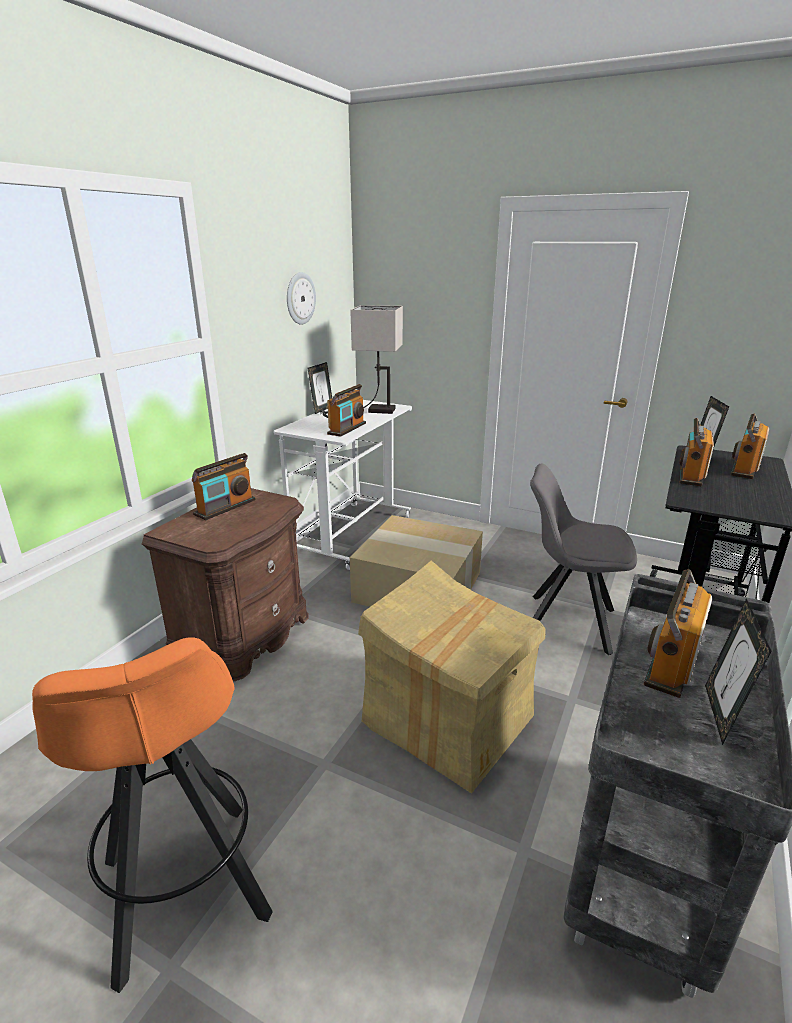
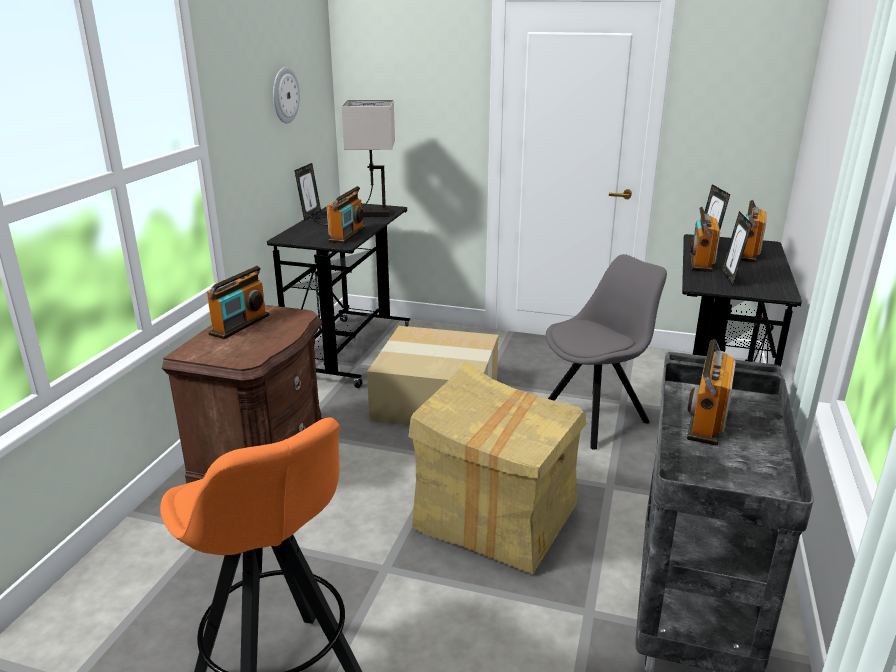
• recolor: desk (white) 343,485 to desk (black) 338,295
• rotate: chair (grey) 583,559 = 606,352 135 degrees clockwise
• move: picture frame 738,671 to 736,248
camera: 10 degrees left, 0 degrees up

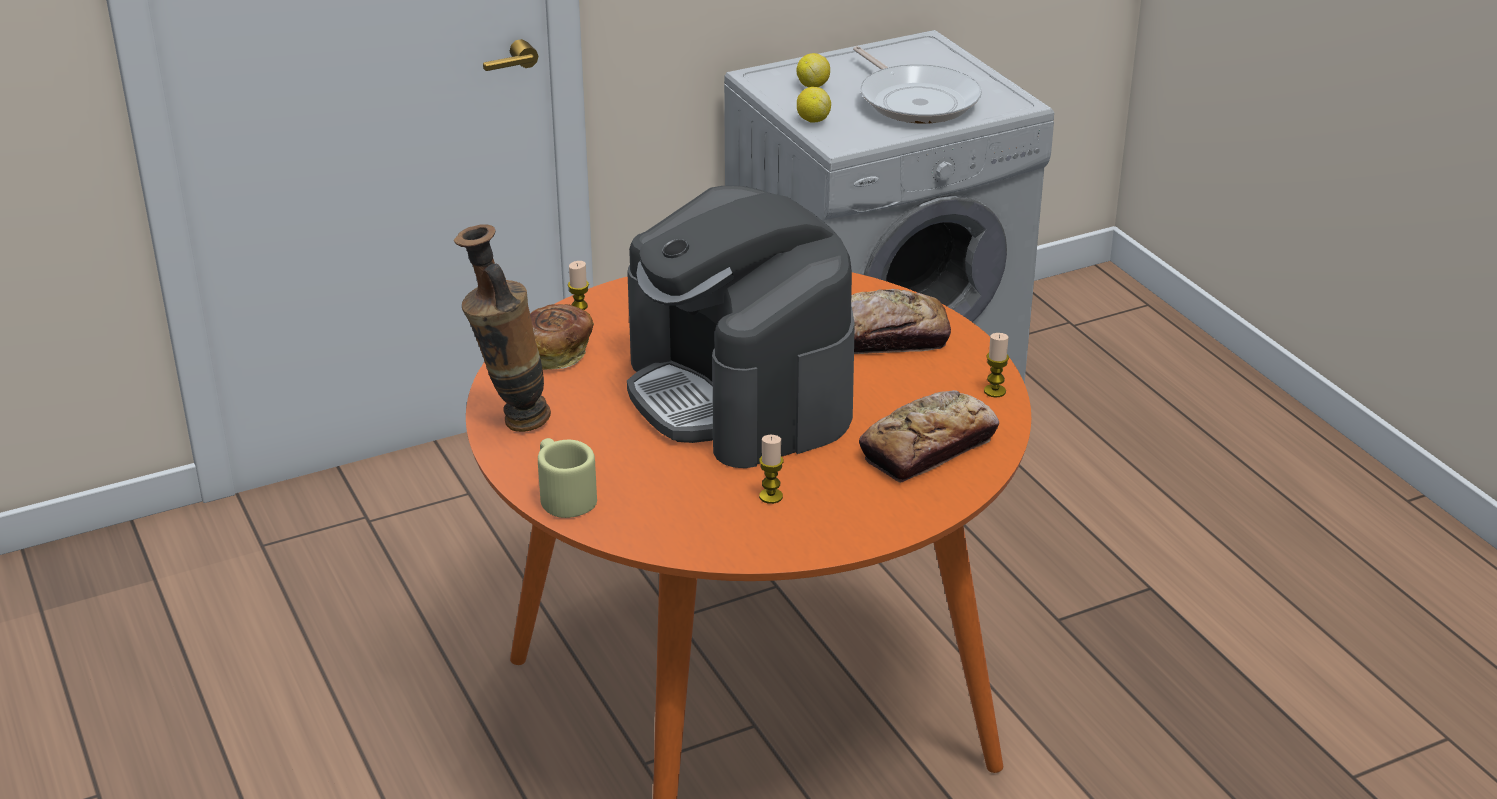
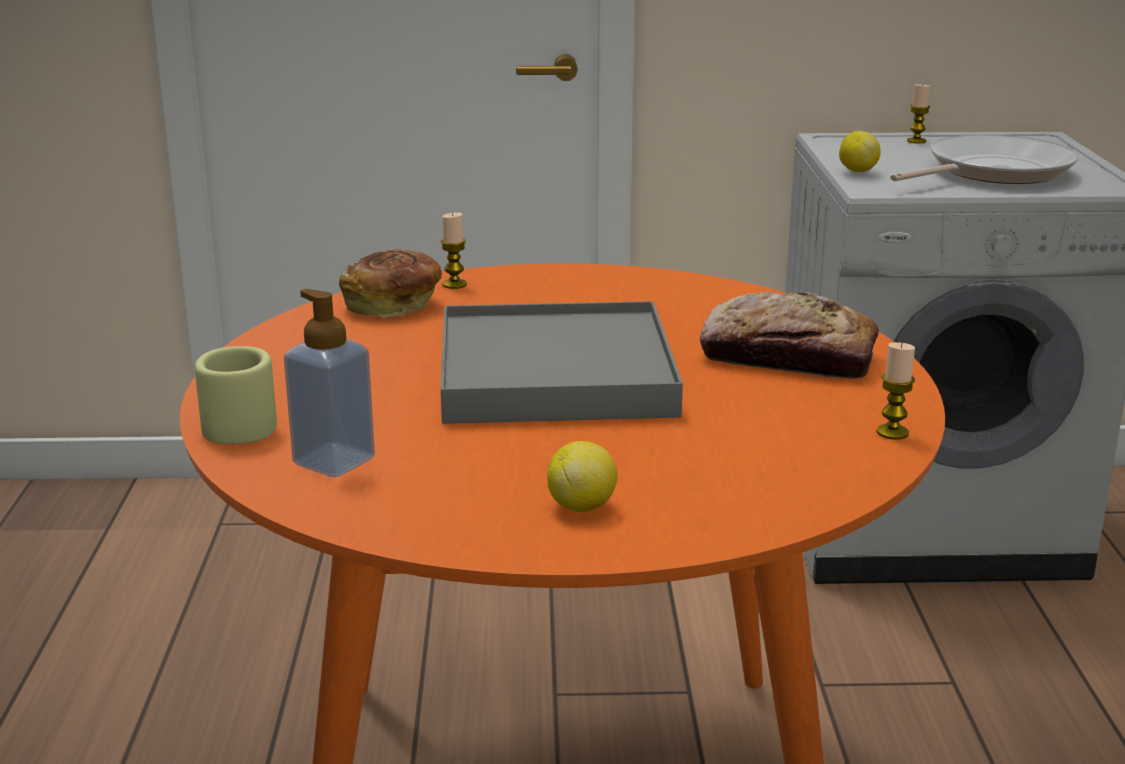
• rotate: frying pan 917,85 = 984,159 120 degrees counterclockwise
• move: lemon 813,70 to 582,476
• replace: coffee machine 741,326 to tray (grey) 562,362
• delete: vase 502,328
• delete: bread 929,436
• move: candle 771,469 to 918,113
• insert: soap dispenser 329,383
camera: 25 degrees right, 10 degrees down

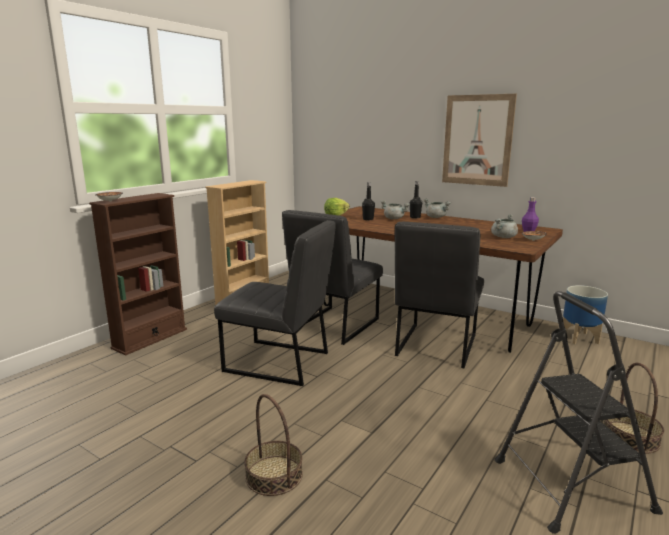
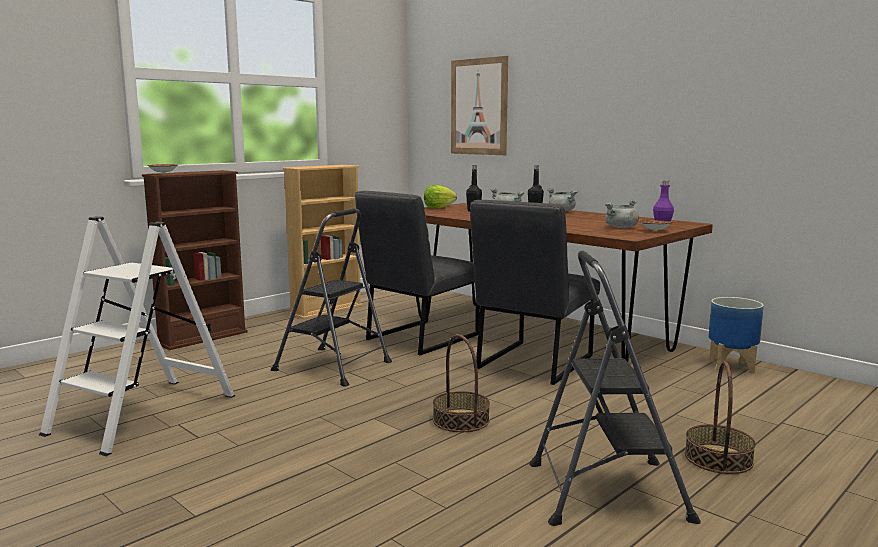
• move: picture 479,140 to 479,105
• replace: chair (grey) 275,303 to step ladder (black) 331,297
• move: basket 273,445 to 461,383
• insert: step ladder (white) 137,336
camera: 10 degrees right, 5 degrees down

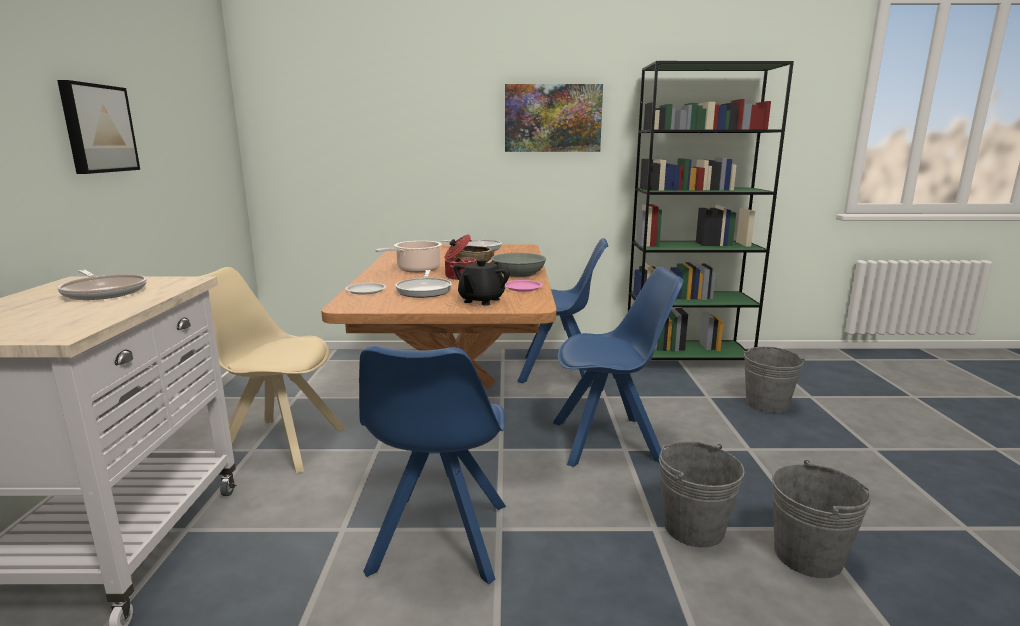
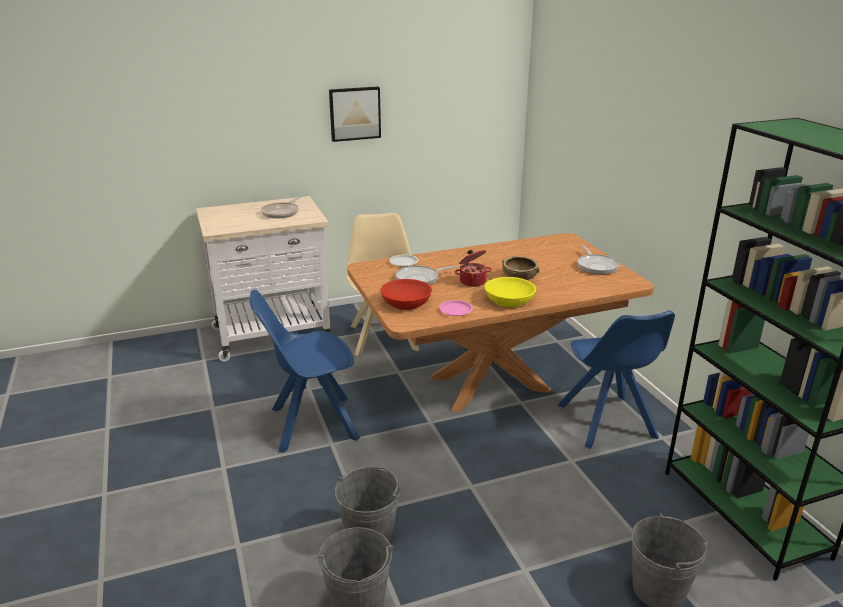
• delete: picture 554,118
• delete: cooking pot 408,257
• recolor: bowl (grey) 519,265 to bowl (yellow) 510,292
• replace: teapot (black) 482,282 to bowl (red) 406,294
• delete: chair (blue) 618,367
camera: 70 degrees right, 10 degrees up

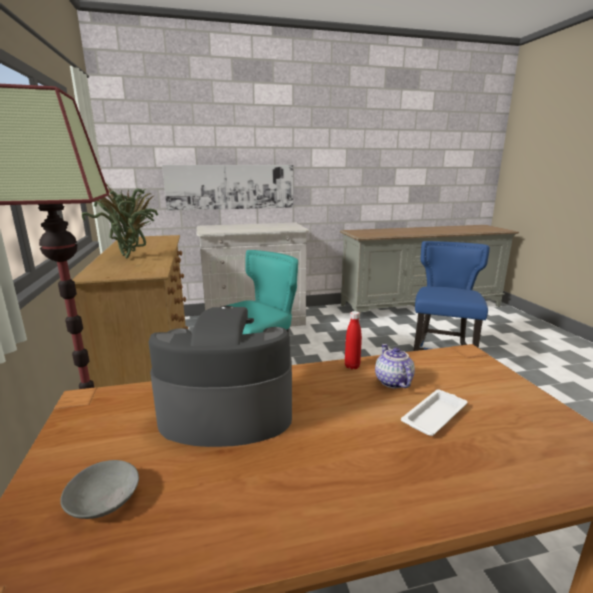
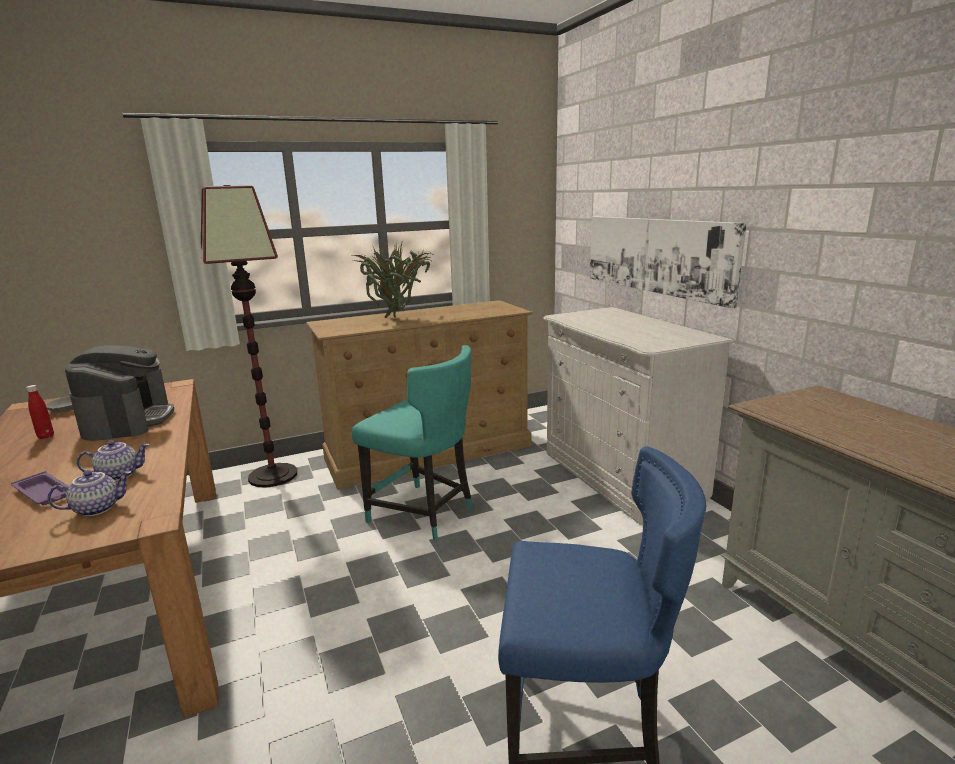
• move: bottle (red) 353,340 to 40,412
• recolor: tray (white) 434,412 to tray (purple) 40,488
• insert: teapot 89,493
camera: 80 degrees right, 0 degrees up

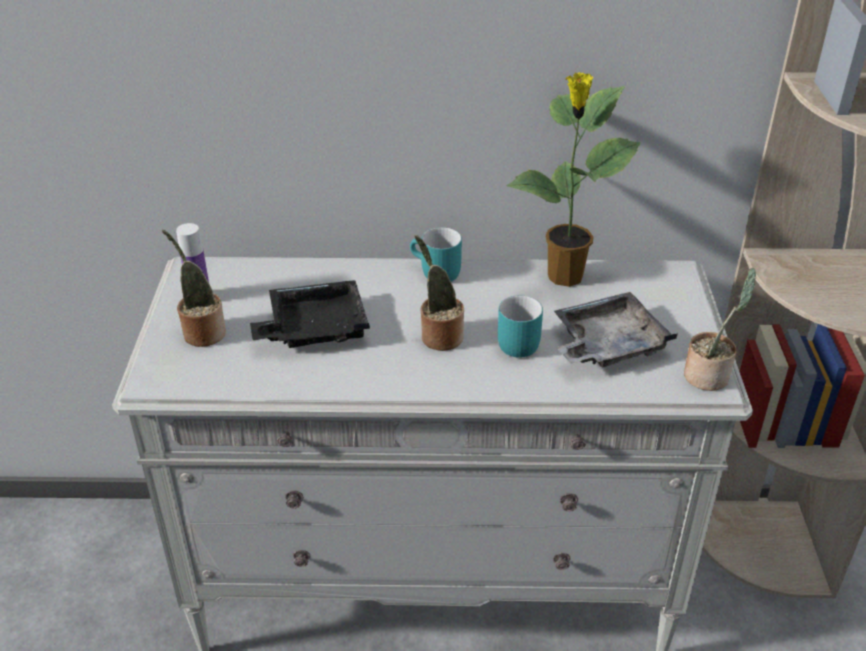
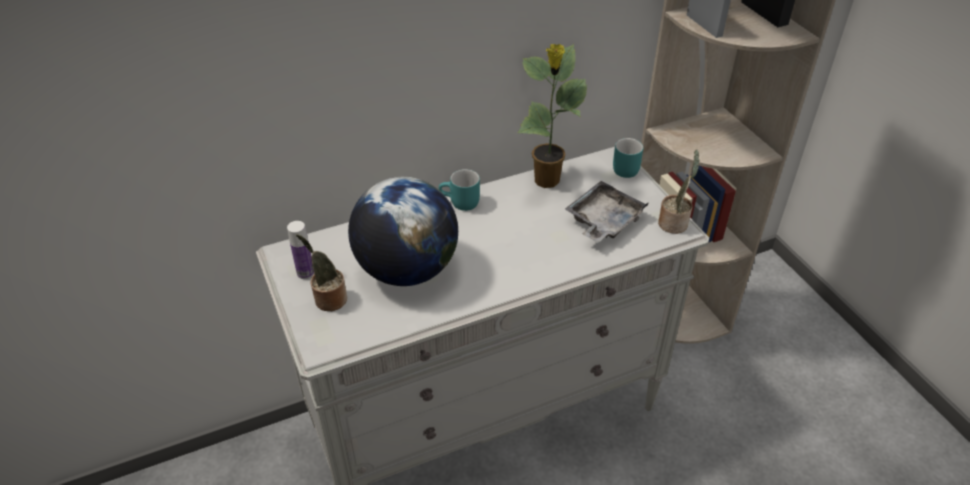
• delete: potted plant 439,293
• replace: tray (black) 310,314 to globe 403,231
• move: mug (turquoise) 520,326 to 628,158
camera: 25 degrees left, 5 degrees up

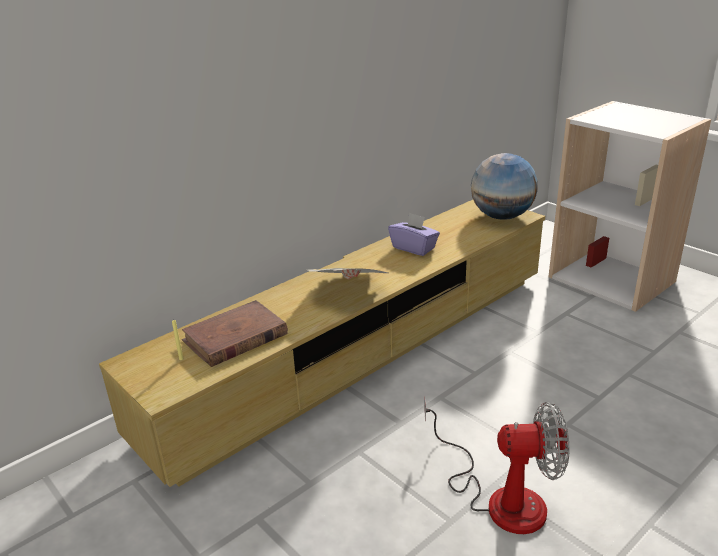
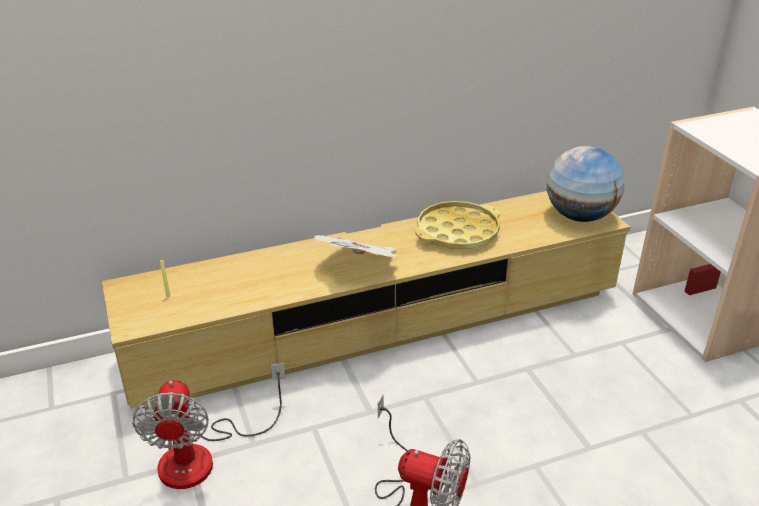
• replace: tissue box (purple) 414,234 to tray (yellow) 457,225
• delete: book (brown) 235,333
• insert: fan 209,426
camera: 20 degrees right, 5 degrees up

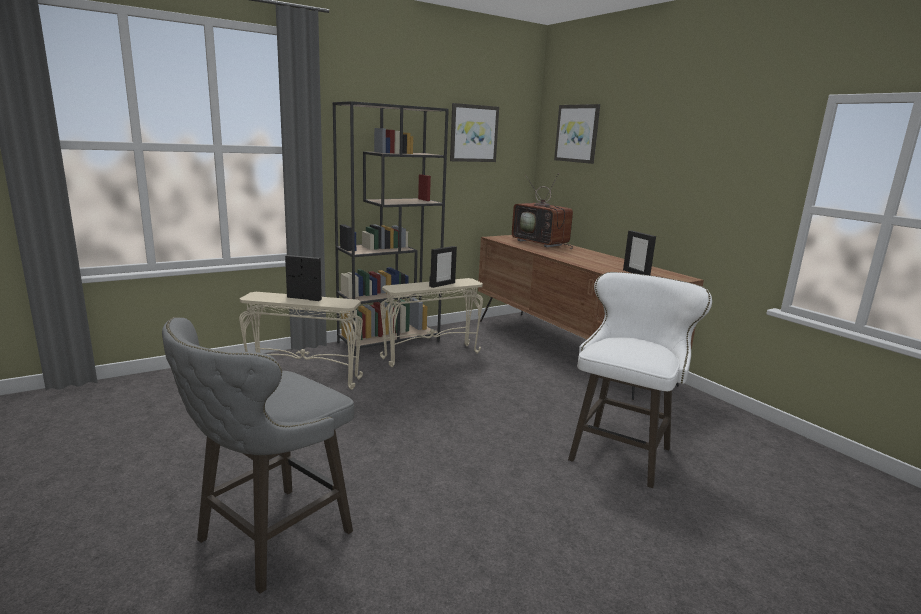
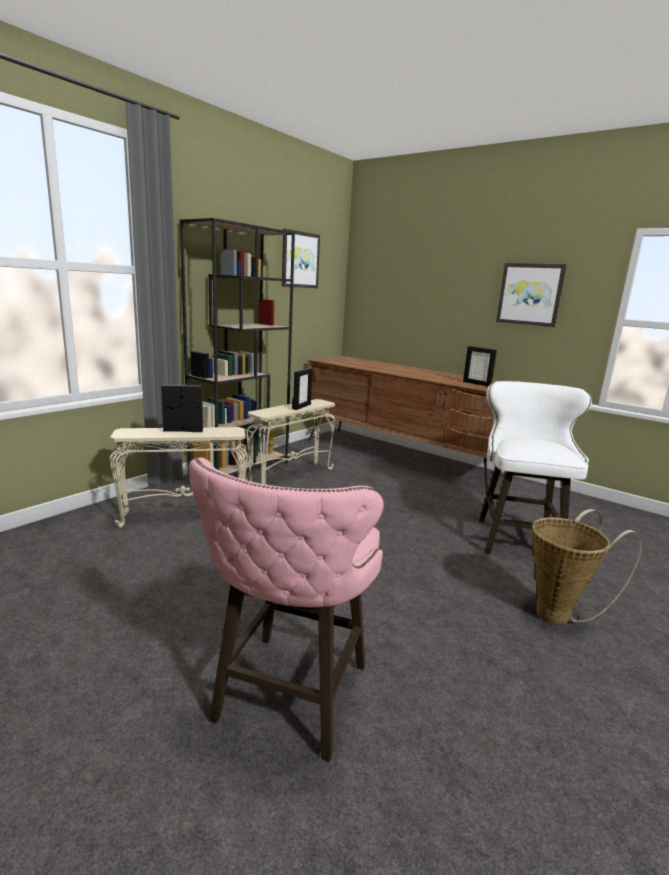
• move: picture 577,134 to 531,295
• delete: television 542,211
• recolor: stool (grey) 258,455 to stool (pink) 286,609
• insert: basket 587,567
camera: 20 degrees left, 0 degrees up

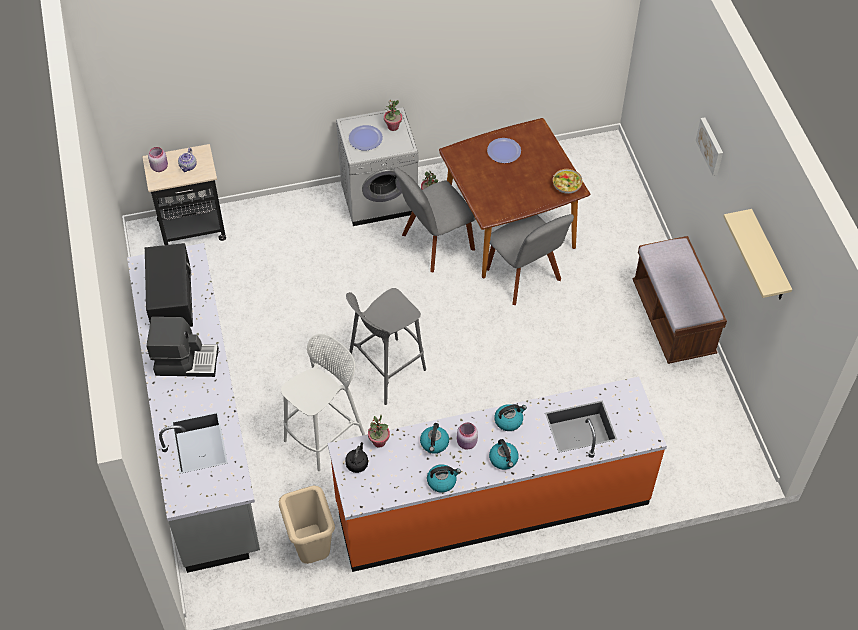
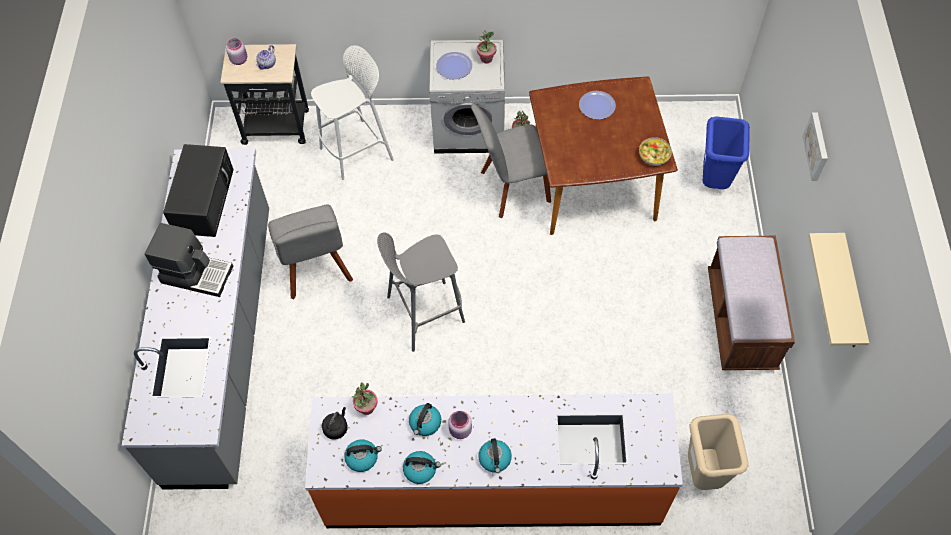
• move: chair (grey) 530,259 to 310,252
• move: stool (white) 323,402 to 352,112
• move: kettle 510,417 to 363,455
• move: trash can (beige) 307,525 to 718,452
• insert: trash can (blue) 726,153
camera: 15 degrees right, 5 degrees up

